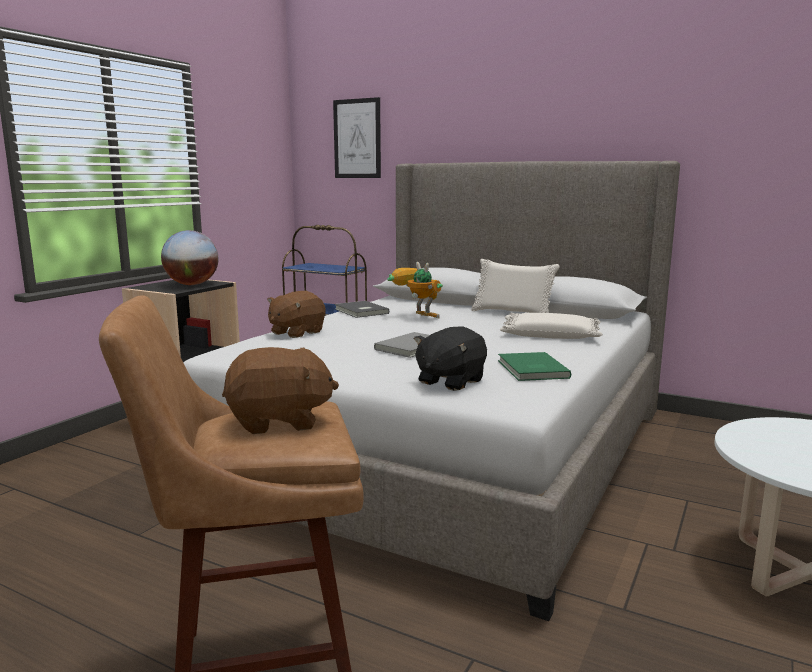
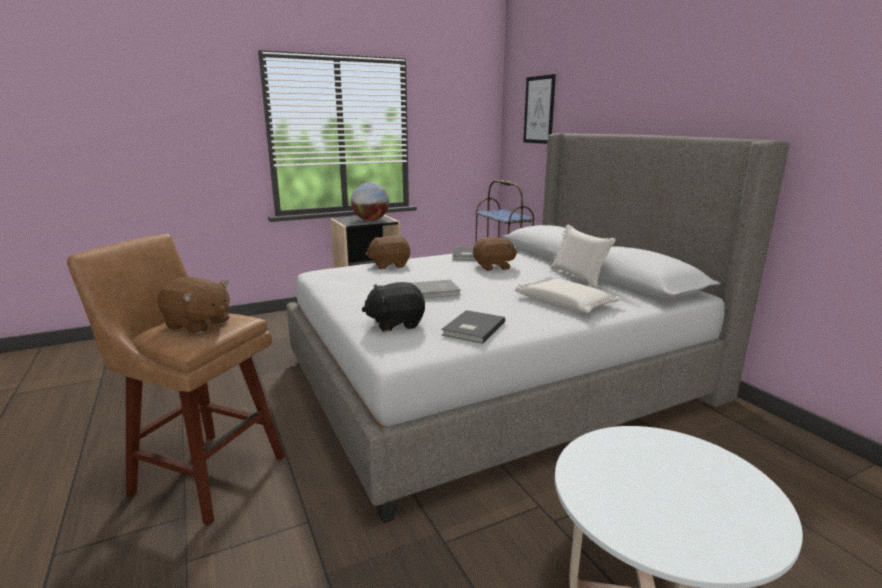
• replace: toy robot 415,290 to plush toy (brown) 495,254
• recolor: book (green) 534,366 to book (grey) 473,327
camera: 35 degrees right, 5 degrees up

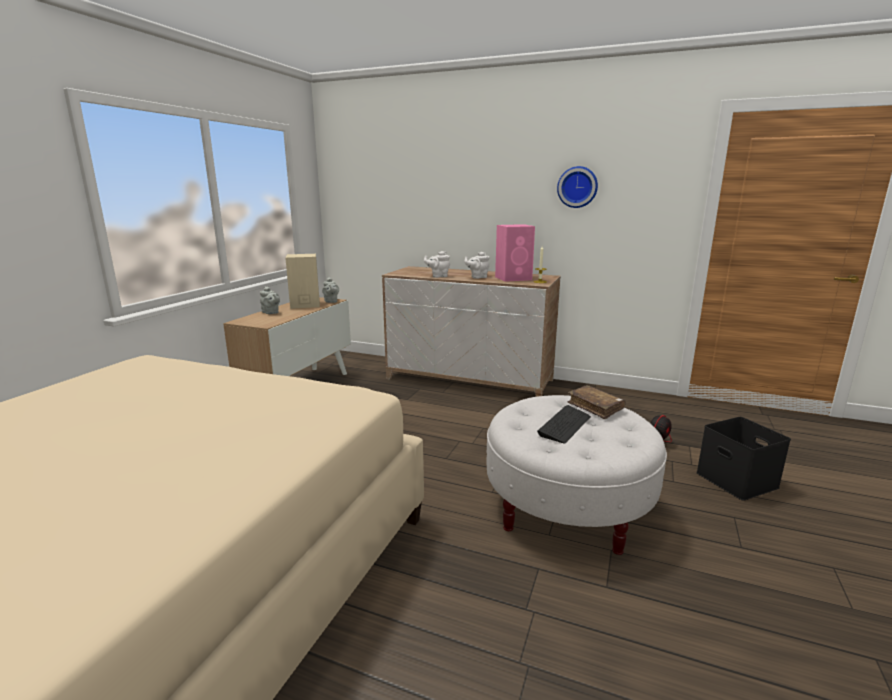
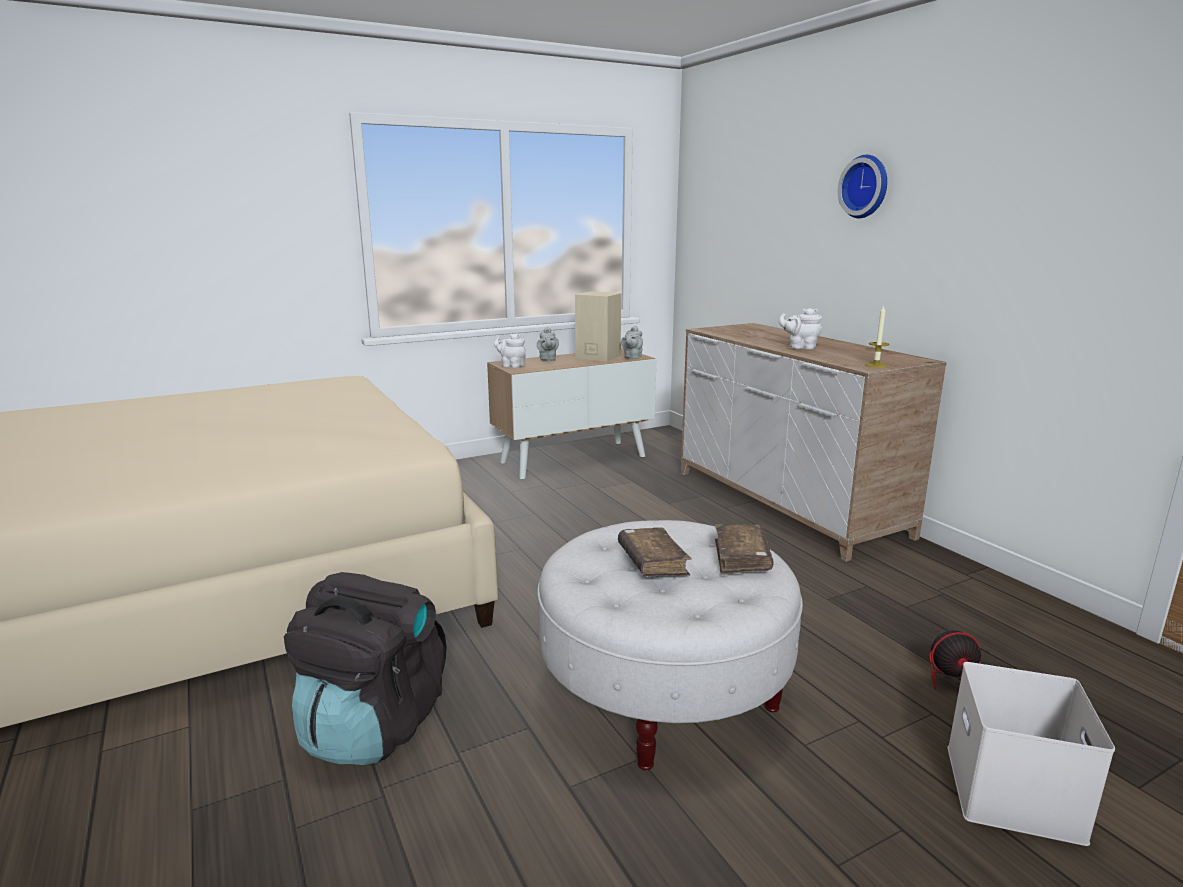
• move: wall clock 577,187 to 862,186
• delete: speaker (pink) 515,253
• move: teapot (white) 437,264 to 510,350
• replace: keyboard 564,424 to book (brown) 655,552
• recolor: storage box (black) 743,459 to storage box (white) 1031,754
• insert: backpack (black) 365,668
camera: 40 degrees right, 0 degrees up

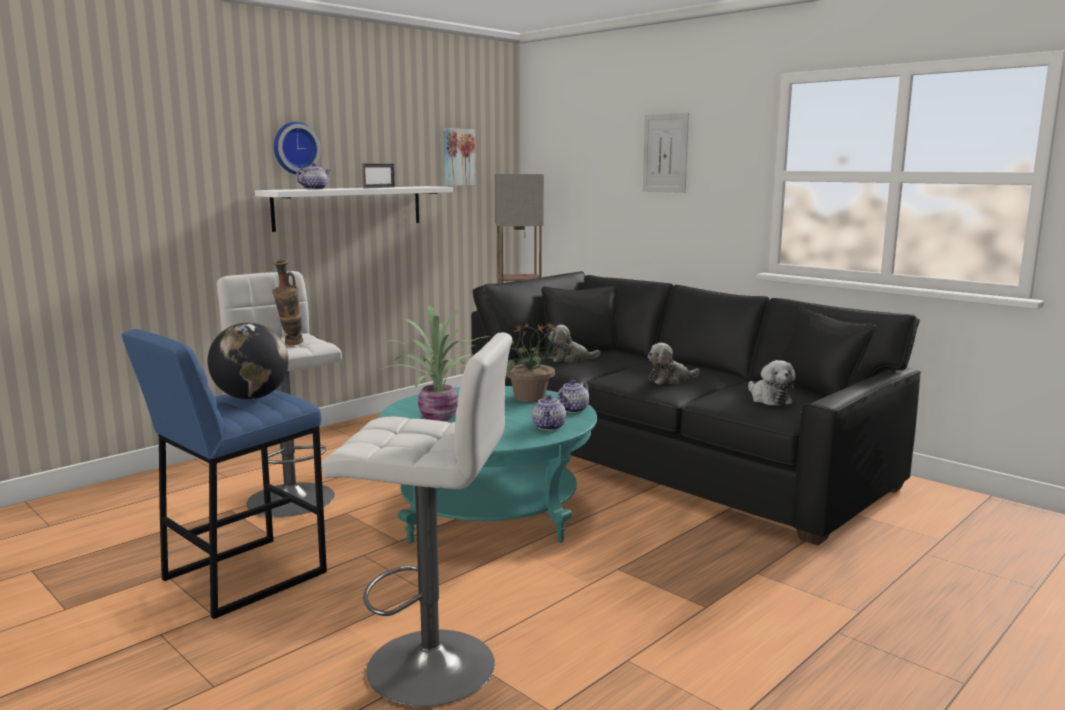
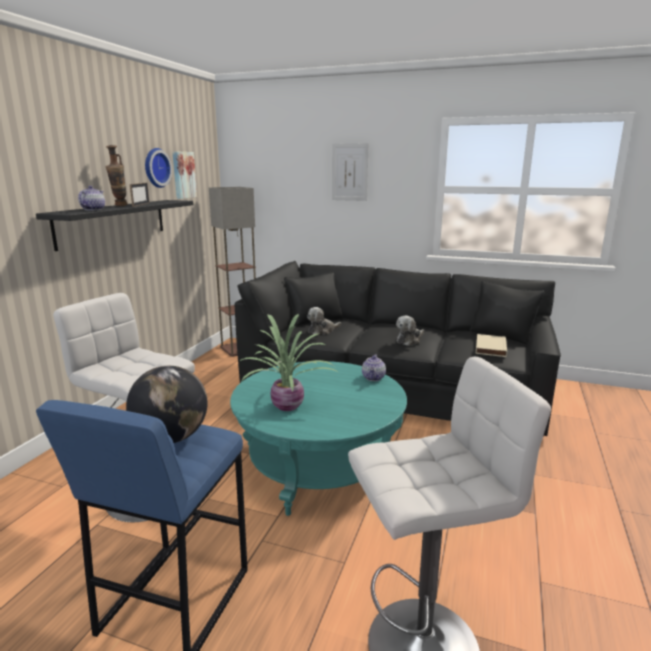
• move: wall clock 297,148 to 158,168
• recolor: shelf (white) 354,209 to shelf (black) 114,225
• move: vase 287,302 to 116,175
• delete: potted plant 537,362
• replace: plush toy 772,383 to book (beige) 491,345
• delete: teapot 549,413
camera: 25 degrees left, 5 degrees up

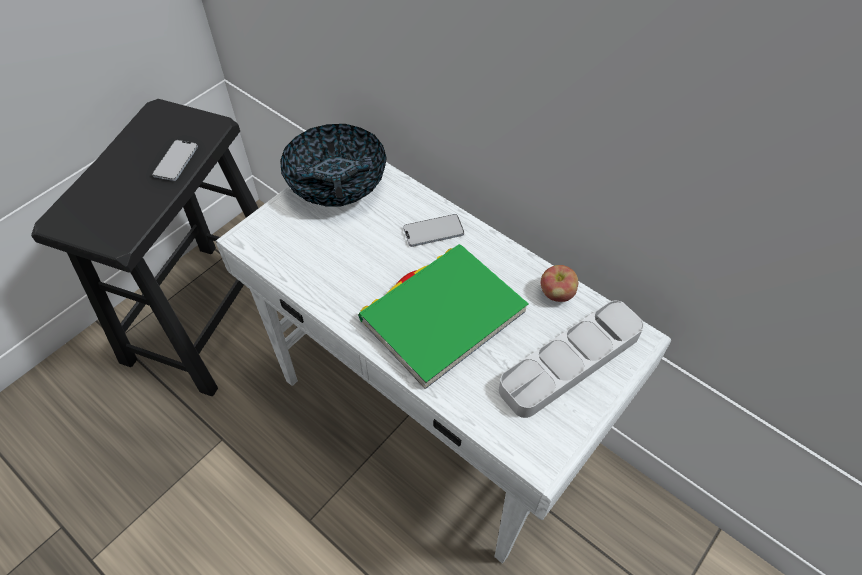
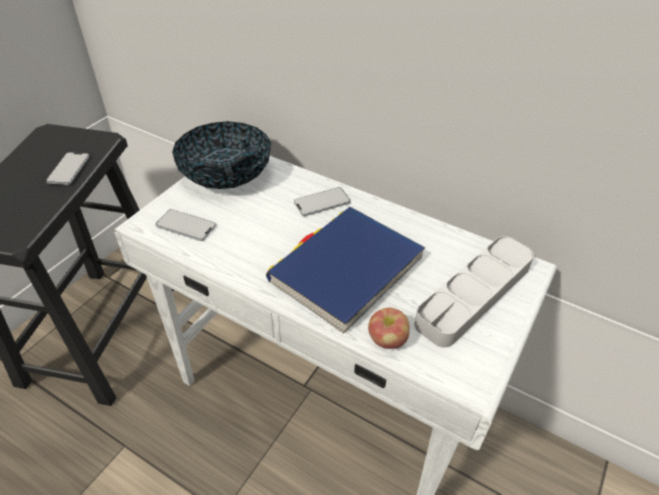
• recolor: book (green) 443,316 to book (blue) 345,270
• move: apple 559,283 to 389,328
• insert: phone 186,225
camera: 10 degrees left, 10 degrees down

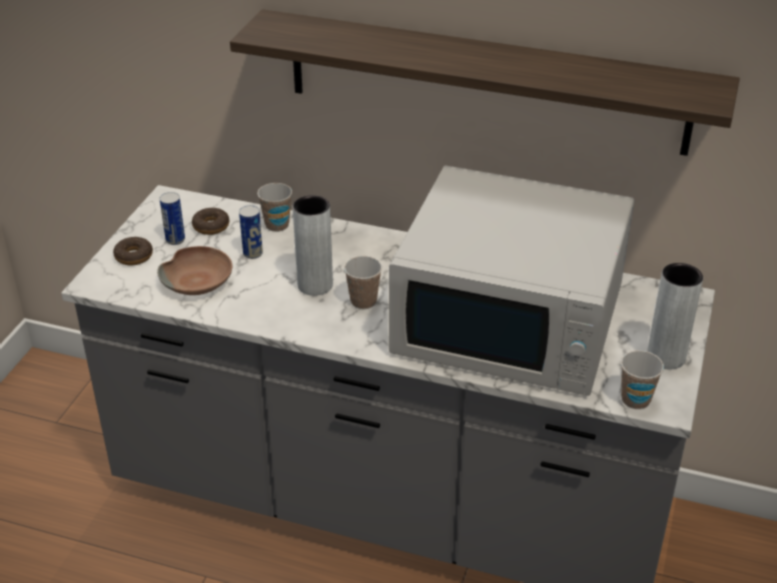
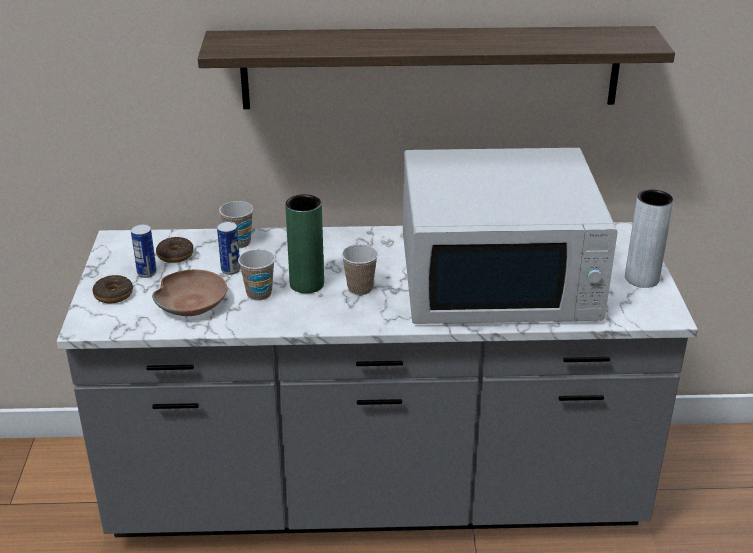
• recolor: vase (grey) 313,245 to vase (green) 304,244
• move: cup 642,379 to 256,275
camera: 20 degrees left, 5 degrees down

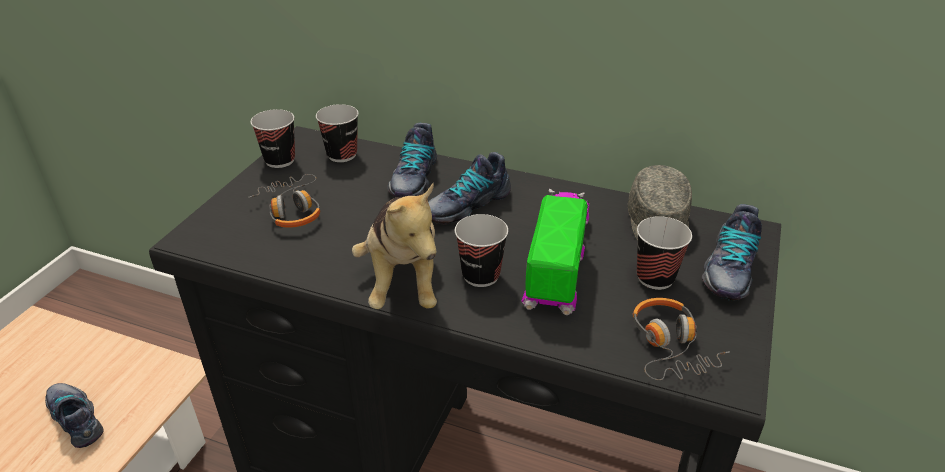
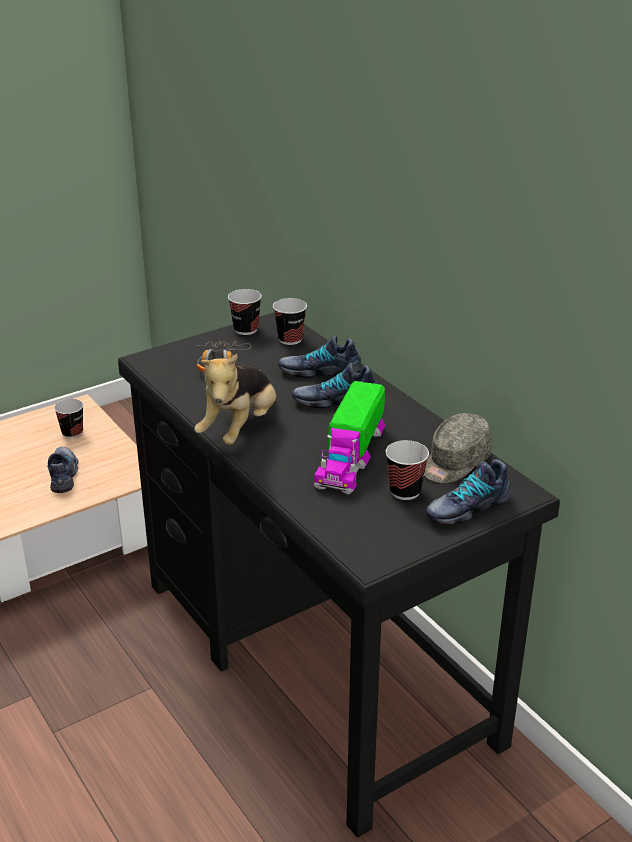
• rotate: shoe 412,160 = 320,356 45 degrees clockwise
• rotate: toy truck 555,252 = 349,438 150 degrees clockwise
• move: cup 481,250 to 68,418
• delete: headphones 681,339
camera: 35 degrees right, 5 degrees down

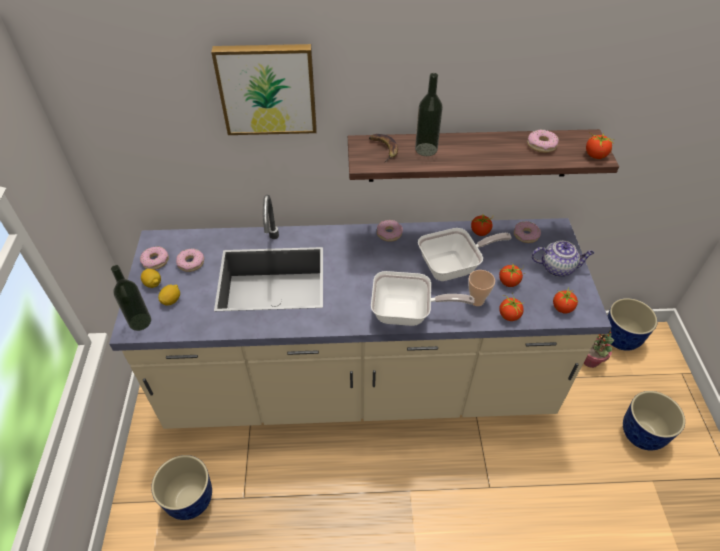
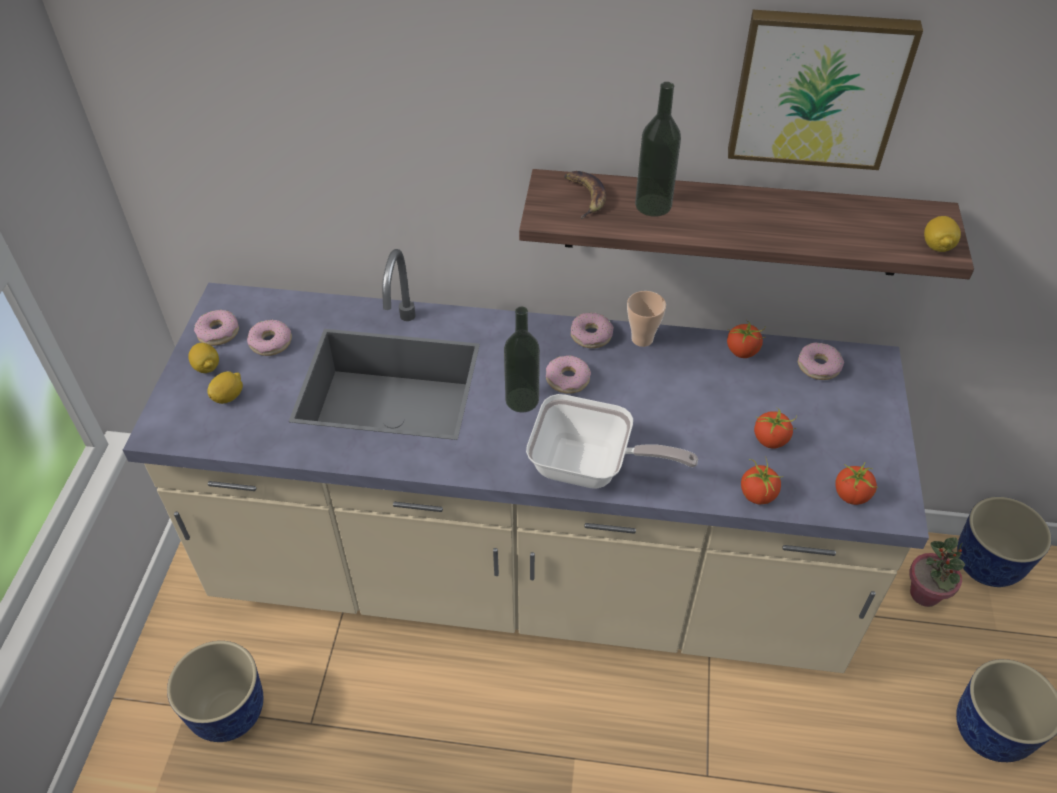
• move: picture 264,89 to 825,90
• move: donut 543,141 to 568,374
• replace: tomato 600,145 to lemon 942,234
• delete: frying pan 465,254
• delete: teapot 562,258
• move: bottle 131,298 to 522,359
• move: cup 481,288 to 646,319
camera: 10 degrees right, 0 degrees up

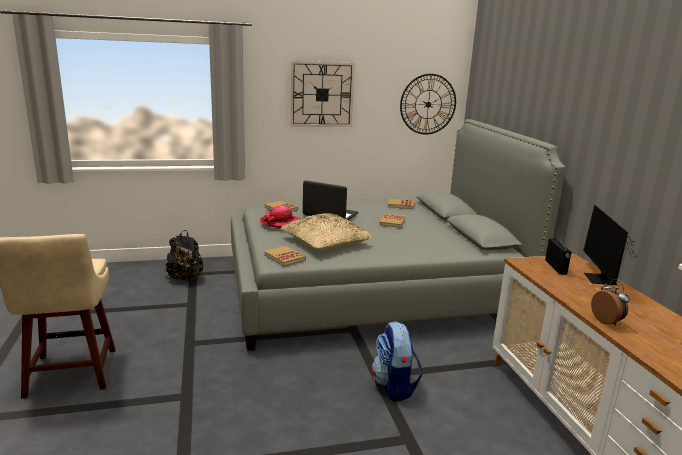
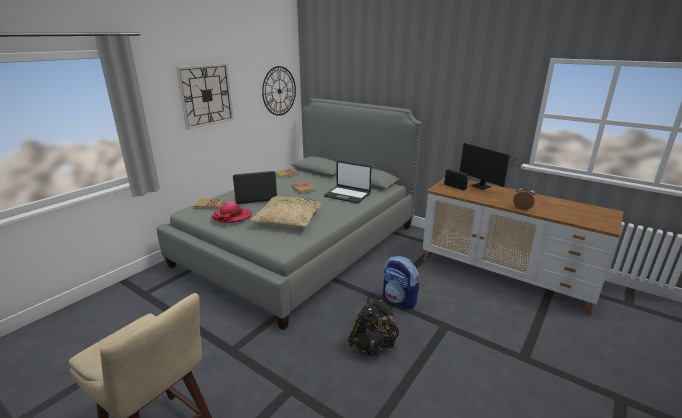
• move: backpack (black) 184,255 to 373,325
• delete: book 285,256
• insert: laptop 347,182
camera: 40 degrees left, 5 degrees up

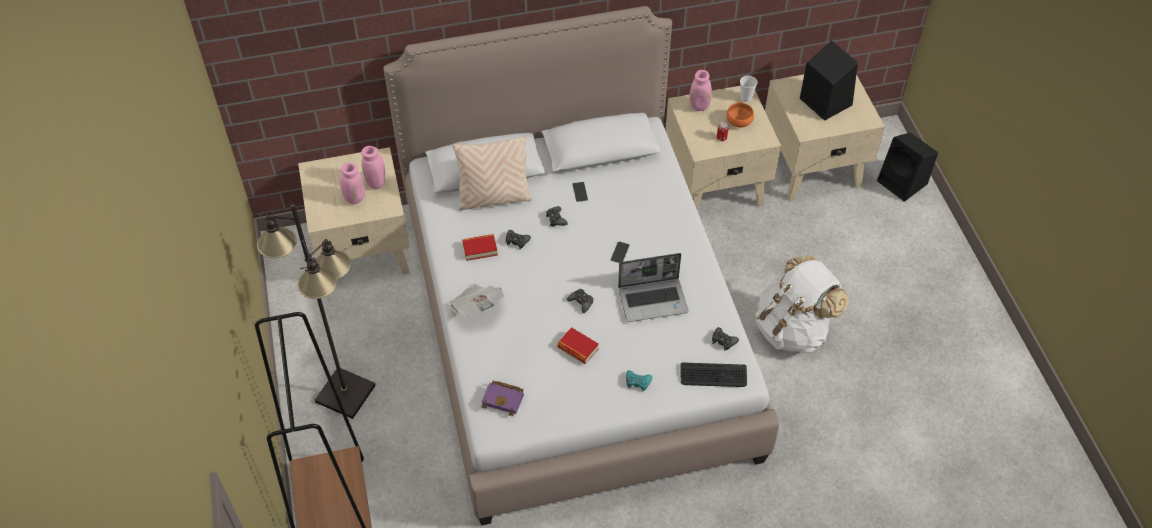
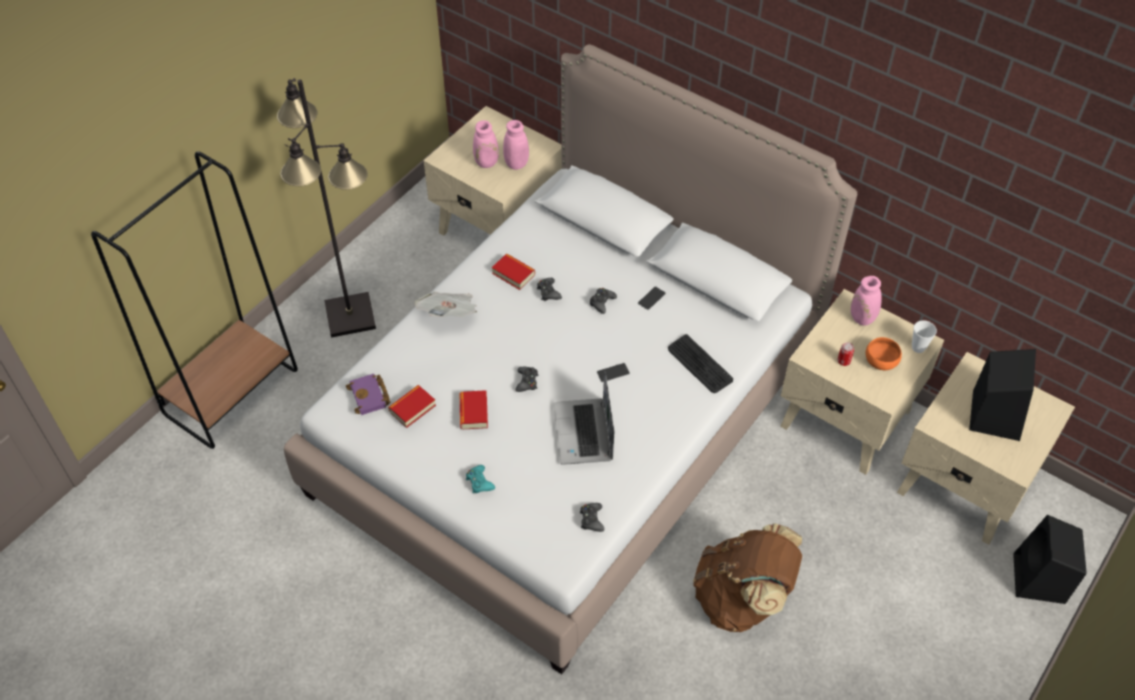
• delete: pillow (beige) 492,173
• rotate: laptop 653,287 = 584,417 45 degrees clockwise
• recolor: backpack (white) 802,304 to backpack (brown) 747,577
• move: keyboard 713,375 to 700,363
• insert: book 412,406
camera: 50 degrees right, 0 degrees up

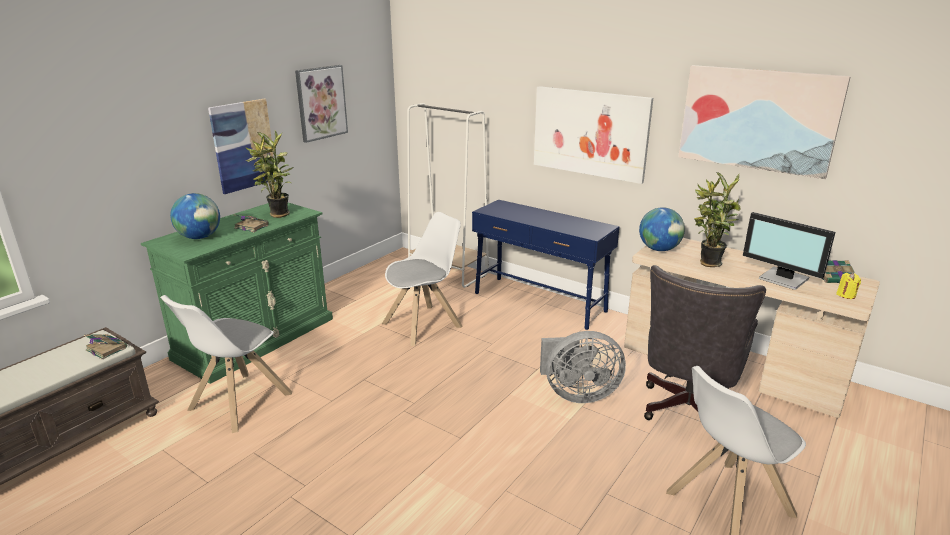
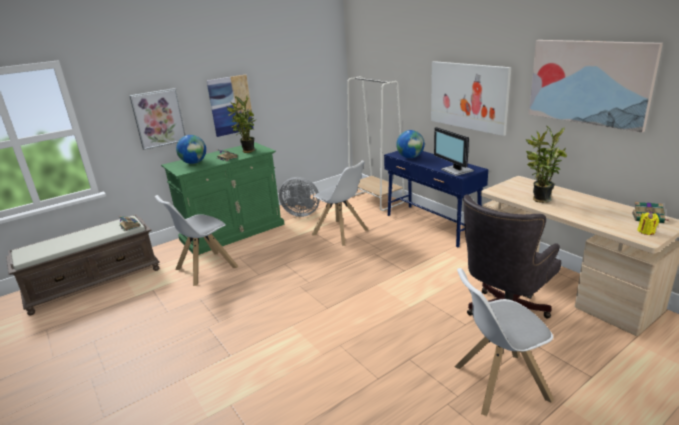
• move: picture 321,104 to 157,119
• move: globe 662,229 to 410,144
• rotate: chair 422,279 = 340,203 60 degrees clockwise
• move: monitor 789,251 to 454,151
• move: fan (grey) 583,367 to 299,197
camera: 20 degrees right, 0 degrees up

